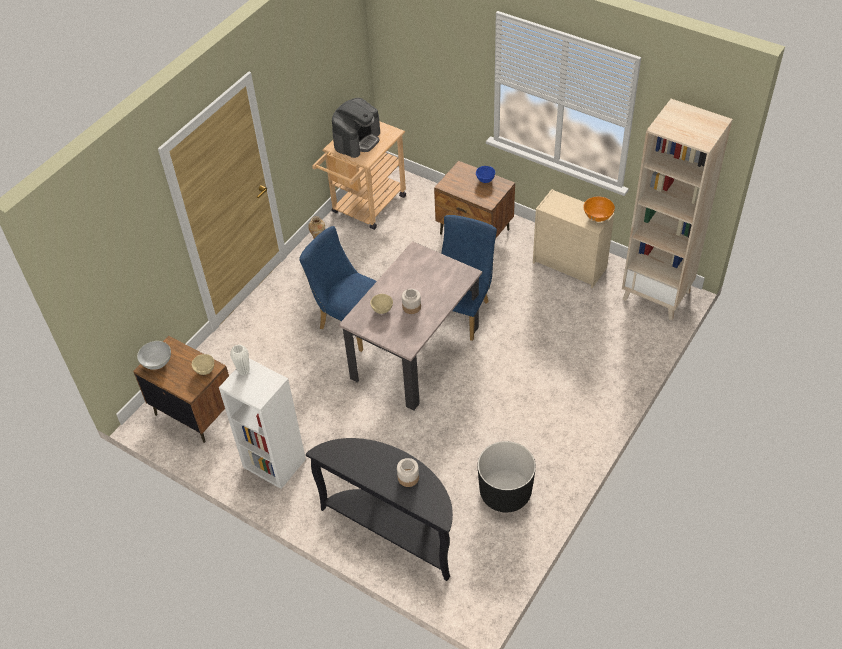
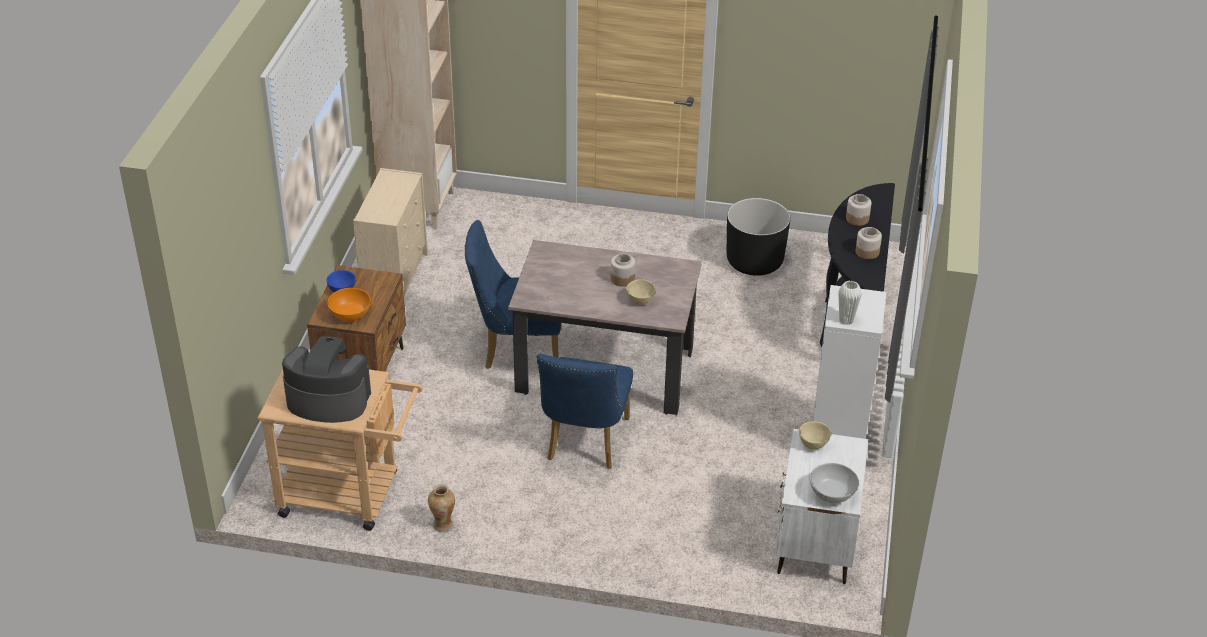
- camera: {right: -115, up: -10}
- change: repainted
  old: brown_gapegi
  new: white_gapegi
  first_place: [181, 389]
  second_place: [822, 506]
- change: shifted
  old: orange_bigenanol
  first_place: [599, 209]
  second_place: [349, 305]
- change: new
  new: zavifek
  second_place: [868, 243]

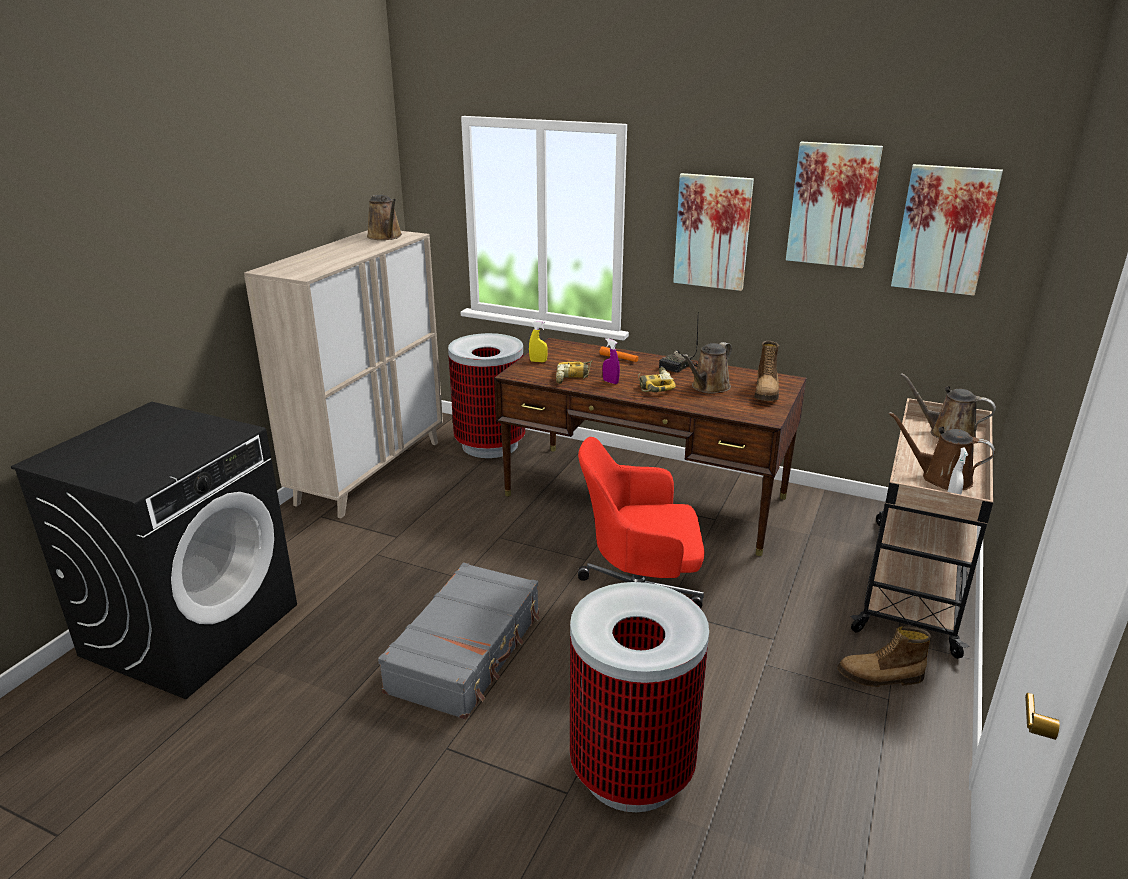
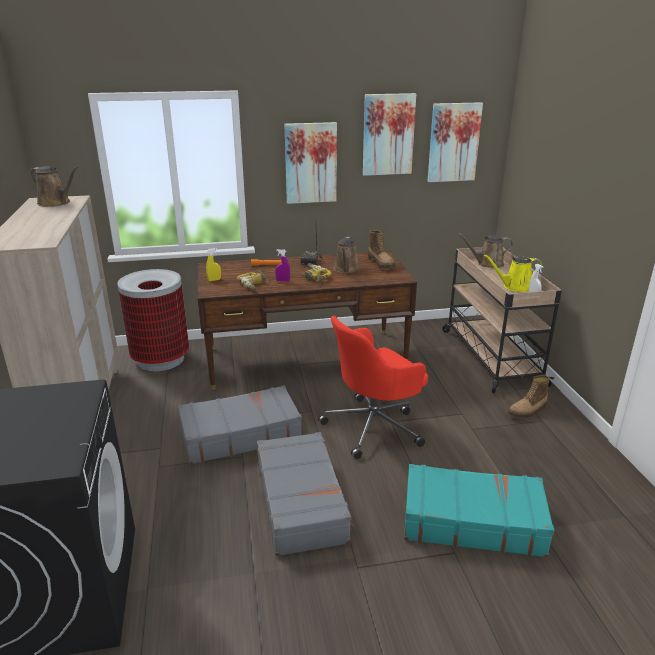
- camera: {right: -35, up: 0}
- change: swapped
  old: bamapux
  new: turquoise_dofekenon
  first_place: [639, 697]
  second_place: [479, 511]
- change: repainted
  old: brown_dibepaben
  new: yellow_dibepaben
  first_place: [942, 451]
  second_place: [513, 273]
- change: new
  new: grey_dofekenon
  second_place: [240, 425]

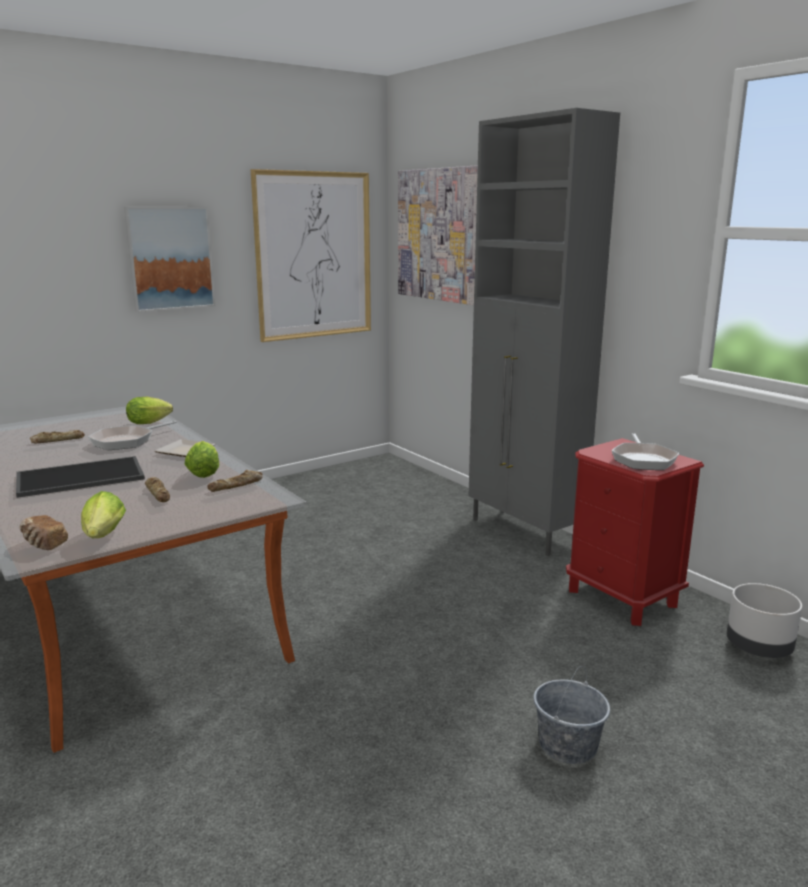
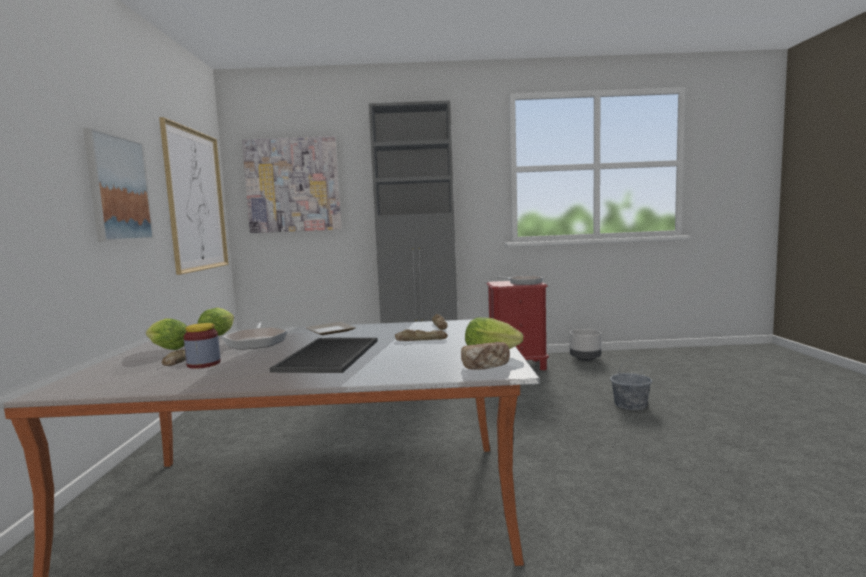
- camera: {right: -55, up: -10}
- change: shifted
  old: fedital
  first_place: [201, 459]
  second_place: [166, 334]
- change: new
  new: zavifek
  second_place: [202, 346]

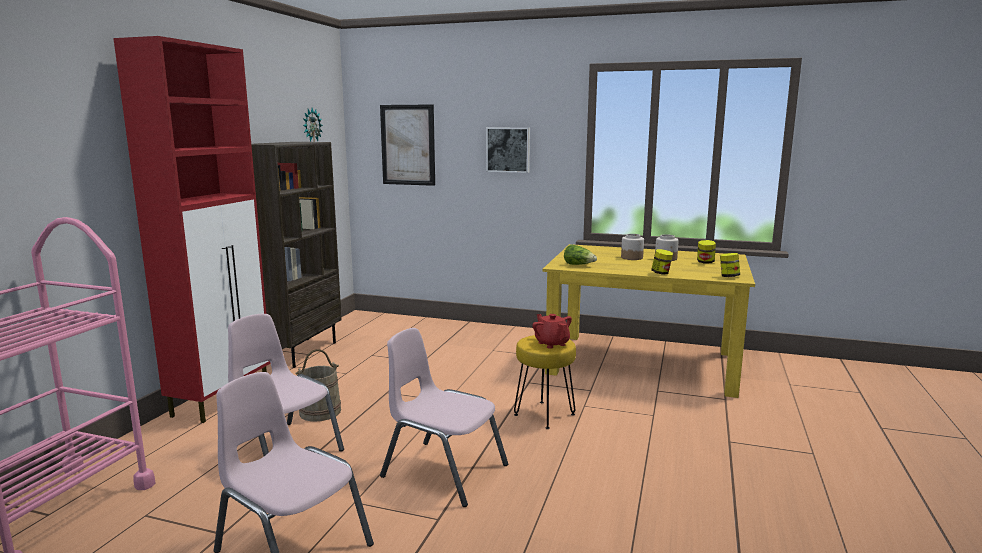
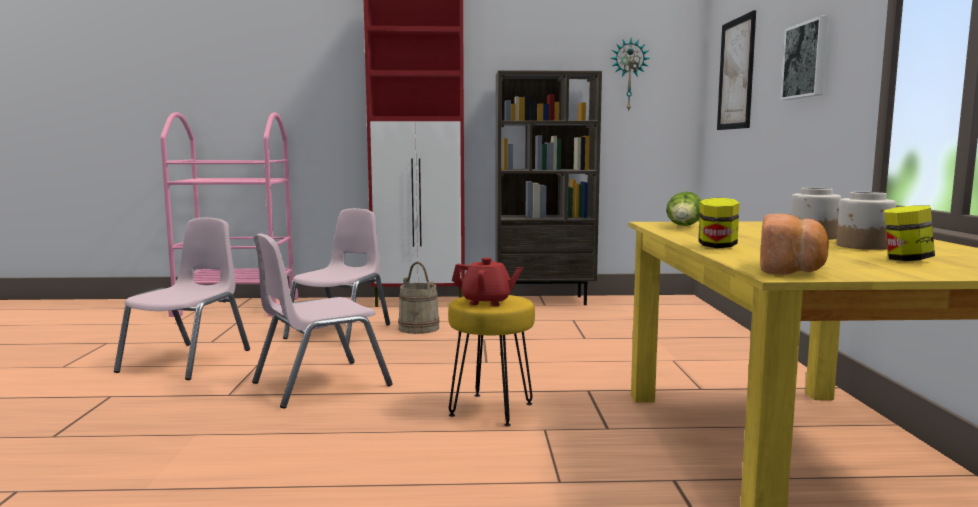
- camera: {right: 70, up: -5}
- change: rotated
  old: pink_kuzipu
  first_place: [444, 417]
  second_place: [322, 320]
  degrees: -135
- change: rotated
  old: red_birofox
  first_place: [552, 331]
  second_place: [487, 281]
  degrees: 60
- change: swapped
  old: zavifek
  new: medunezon
  first_place: [730, 265]
  second_place: [794, 244]

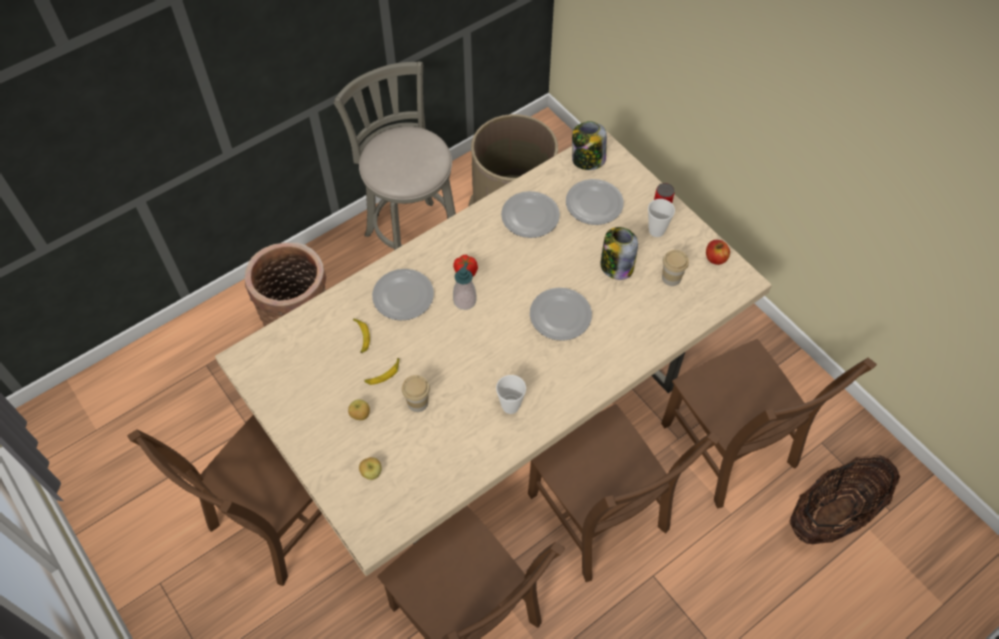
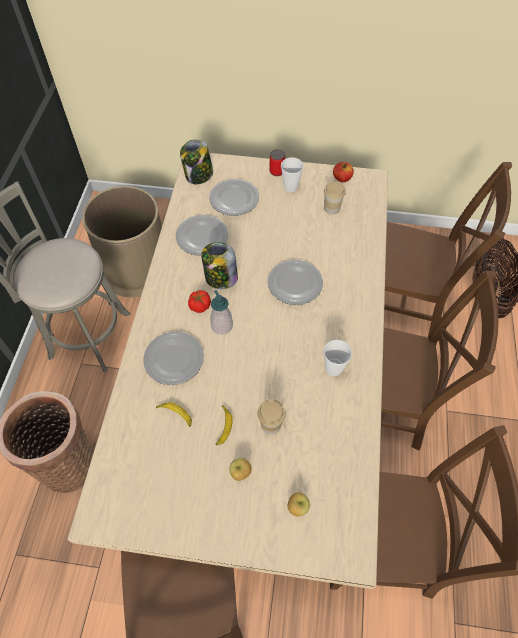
- camera: {right: -45, up: 0}
- change: shifted
  old: zavifek
  first_place: [619, 253]
  second_place: [219, 265]

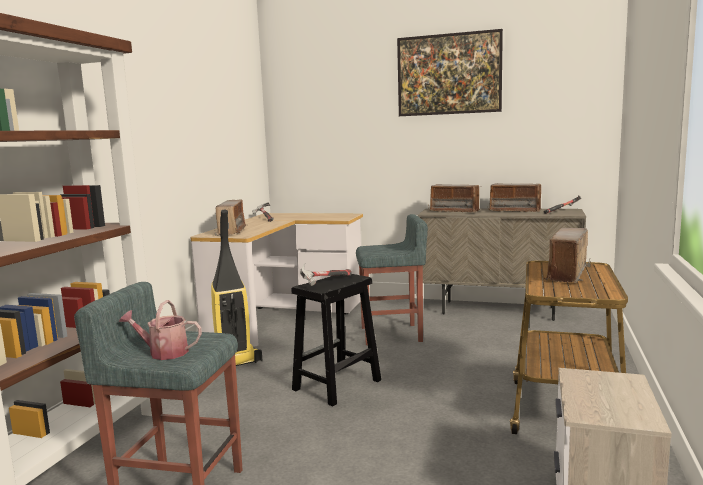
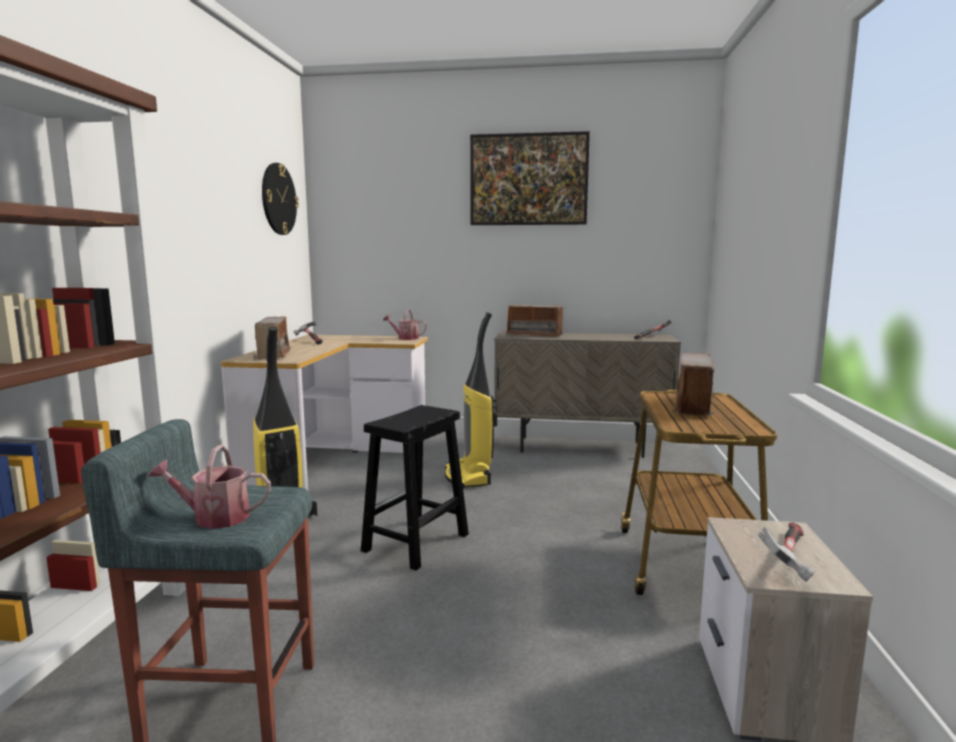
- camera: {right: -10, up: 0}
- change: shifted
  old: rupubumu
  first_place: [326, 275]
  second_place: [786, 552]
- change: swapped
  old: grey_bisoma
  new: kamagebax
  first_place: [392, 279]
  second_place: [471, 400]
- change: gone
  old: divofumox
  first_place: [516, 197]
- change: new
  new: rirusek
  second_place: [280, 199]
- change: new
  new: dibepaben
  second_place: [405, 325]

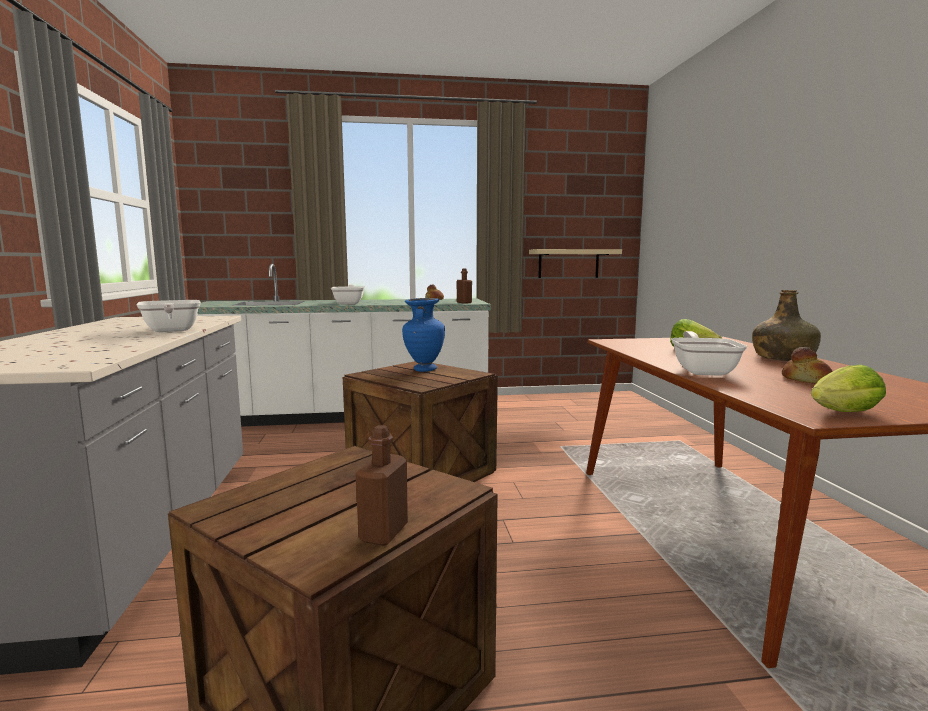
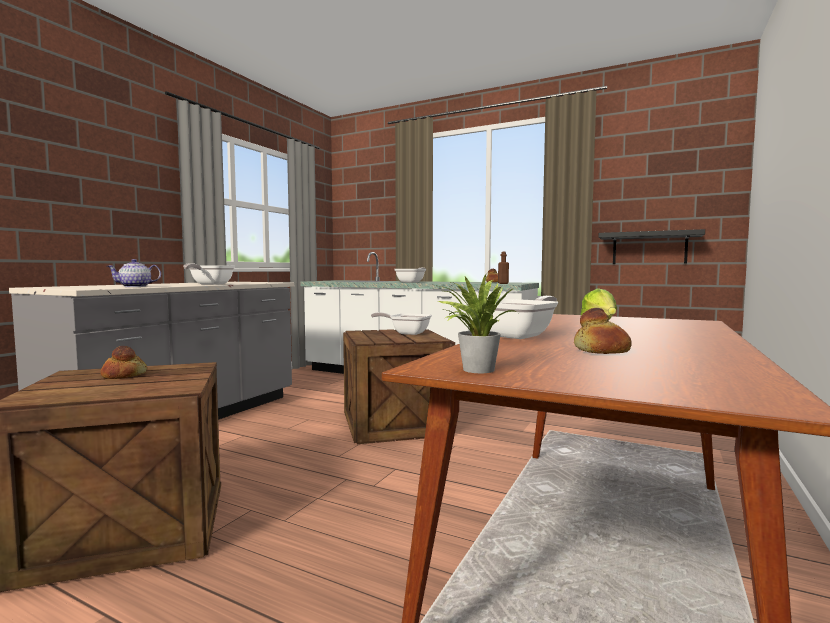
- camera: {right: 35, up: -5}
- change: gone
  old: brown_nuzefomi
  first_place: [382, 485]
- change: swapped
  old: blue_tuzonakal
  new: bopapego
  first_place: [423, 335]
  second_place: [401, 323]
- change: repainted
  old: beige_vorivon
  new: black_vorivon
  first_place: [575, 263]
  second_place: [651, 246]
- change: gone
  old: green_nuzefomi
  first_place: [786, 325]
- change: swapped
  old: fedital
  new: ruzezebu
  first_place: [848, 388]
  second_place: [476, 323]
- change: new
  new: medunezon
  second_place: [123, 362]
- change: new
  new: birofox
  second_place: [134, 273]

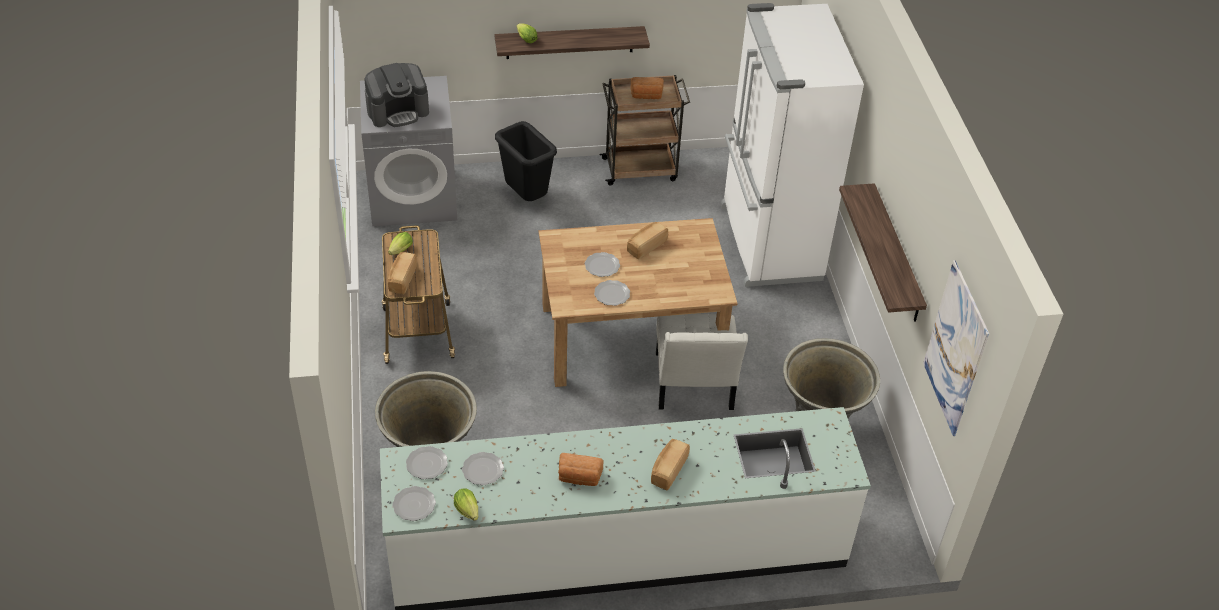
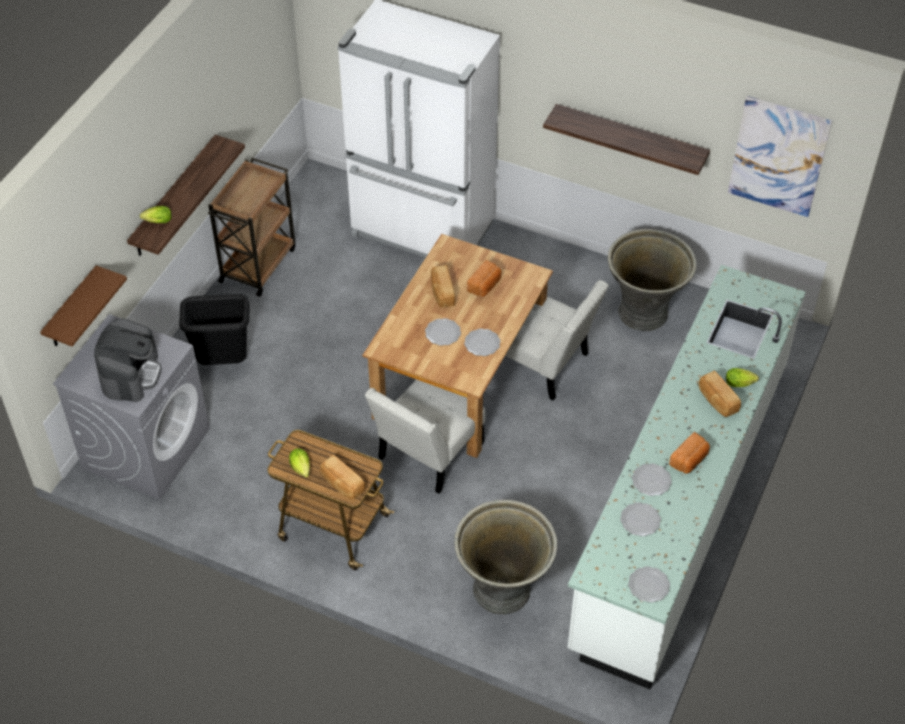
- camera: {right: -55, up: 5}
- change: shifted
  old: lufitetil
  first_place: [427, 462]
  second_place: [652, 479]
- change: shifted
  old: fedital
  first_place: [466, 504]
  second_place: [742, 377]
- change: shifted
  old: medunezon
  first_place: [647, 88]
  second_place: [484, 278]
- change: new
  new: brown_vorivon
  second_place: [83, 305]
- change: new
  new: white_kuzipu
  second_place: [425, 436]

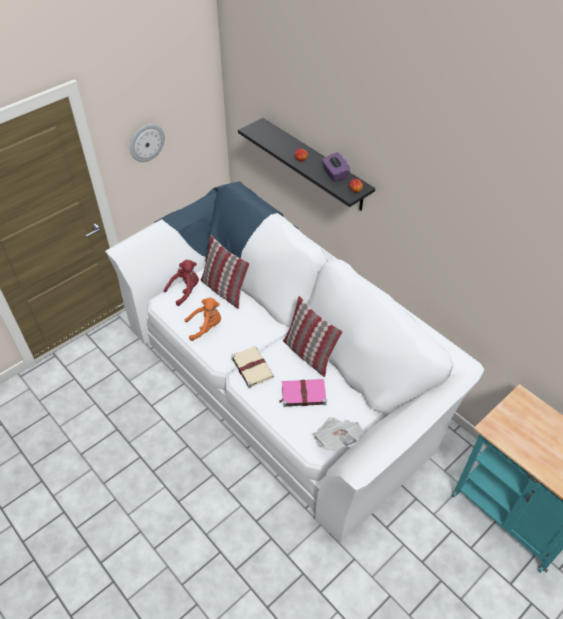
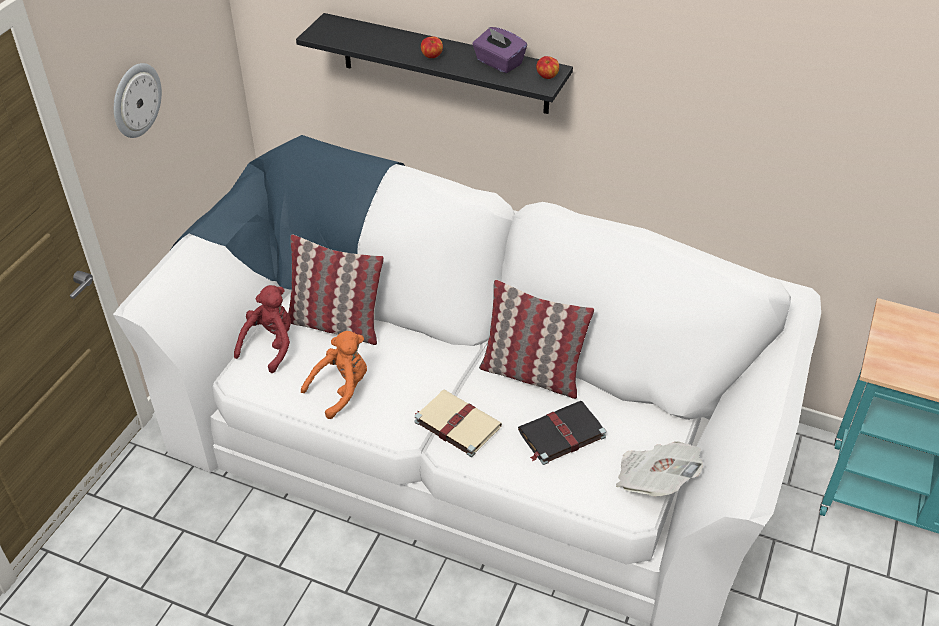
- camera: {right: -25, up: -5}
- change: repainted
  old: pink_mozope
  new: black_mozope
  first_place: [303, 393]
  second_place: [562, 433]

